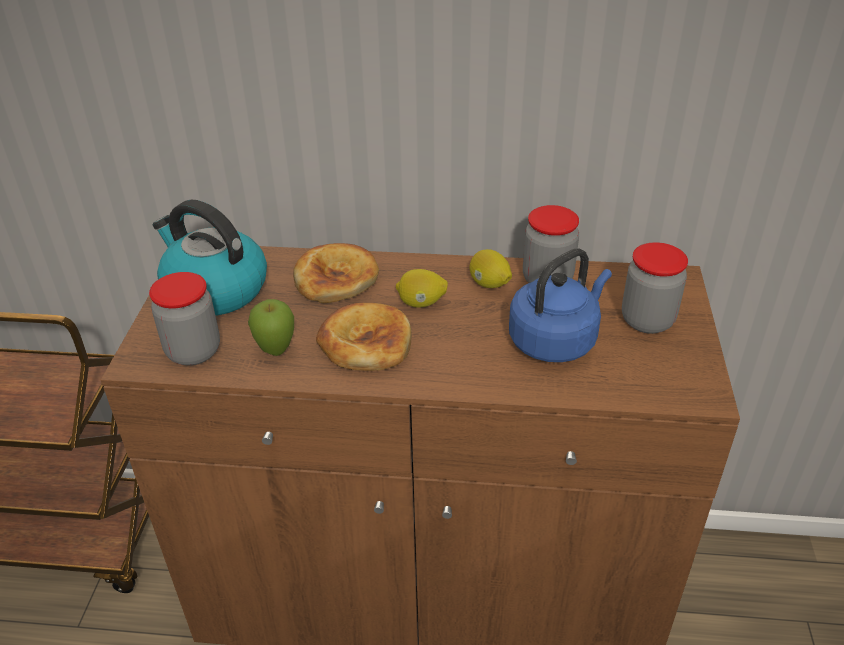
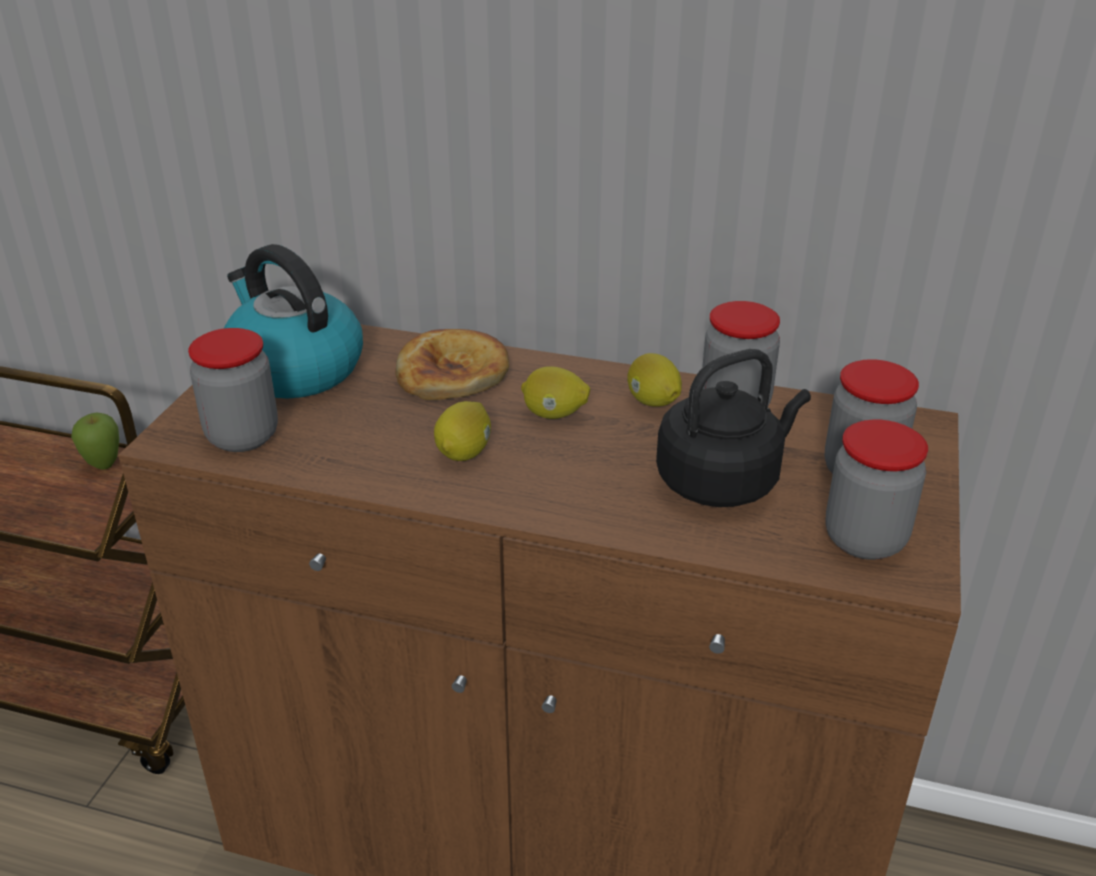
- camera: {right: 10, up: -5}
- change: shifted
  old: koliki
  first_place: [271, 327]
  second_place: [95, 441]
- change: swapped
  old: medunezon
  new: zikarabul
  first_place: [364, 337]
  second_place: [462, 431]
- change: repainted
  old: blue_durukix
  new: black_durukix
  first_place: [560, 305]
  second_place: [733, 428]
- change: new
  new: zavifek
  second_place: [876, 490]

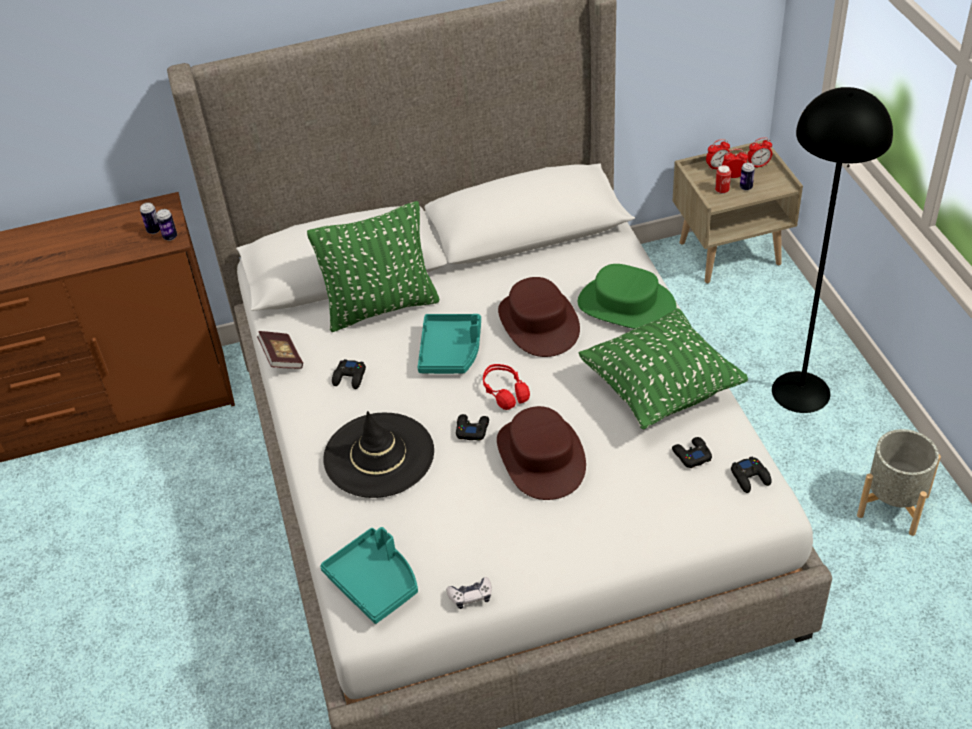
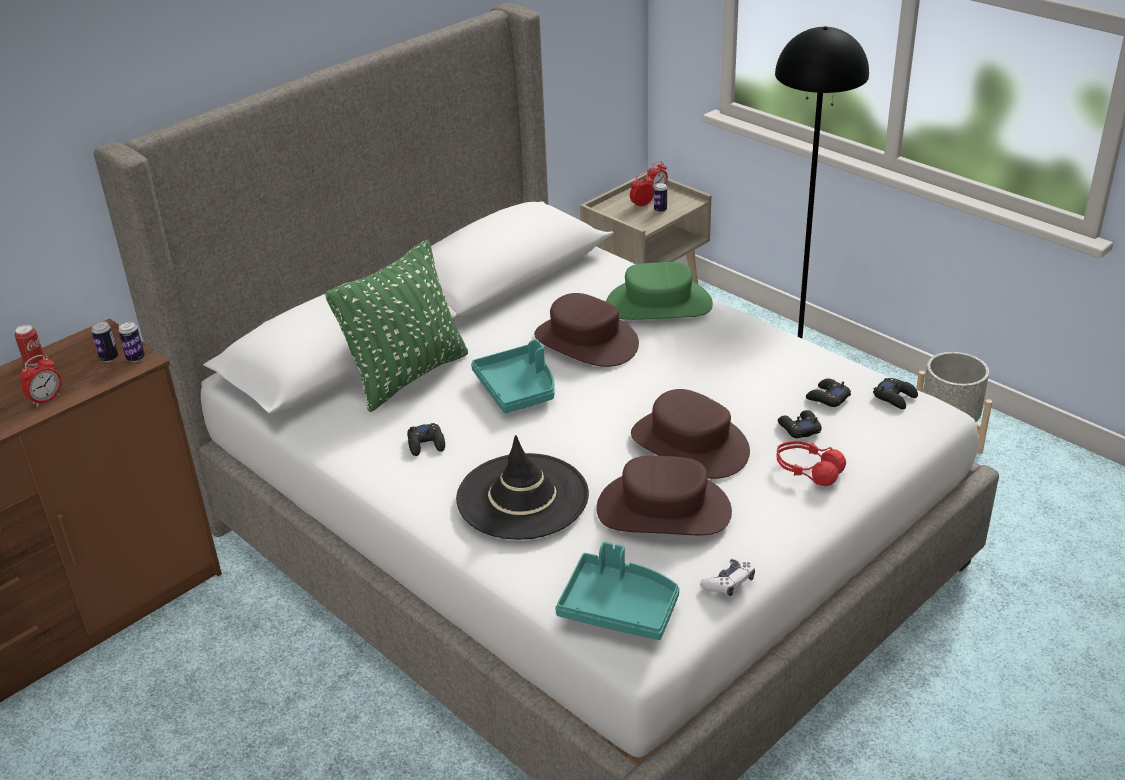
- camera: {right: -30, up: -10}
- change: gone
  old: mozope
  first_place: [280, 350]
- change: shifted
  old: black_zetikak
  first_place: [472, 427]
  second_place: [800, 424]
- change: shifted
  old: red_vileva
  first_place: [506, 387]
  second_place: [811, 463]
- change: gone
  old: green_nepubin
  first_place: [663, 369]
- change: shifted
  old: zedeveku
  first_place: [718, 155]
  second_place: [40, 381]
- change: shifted
  old: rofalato
  first_place: [723, 179]
  second_place: [29, 345]
- change: new
  new: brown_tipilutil
  second_place: [664, 495]

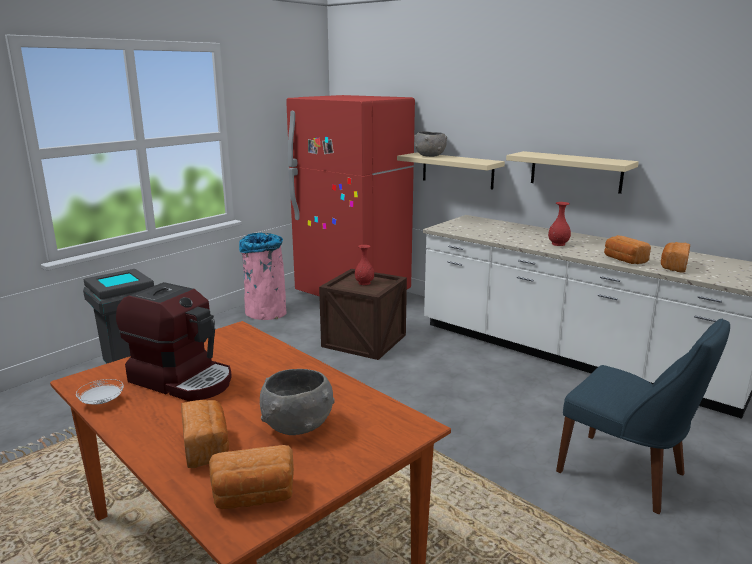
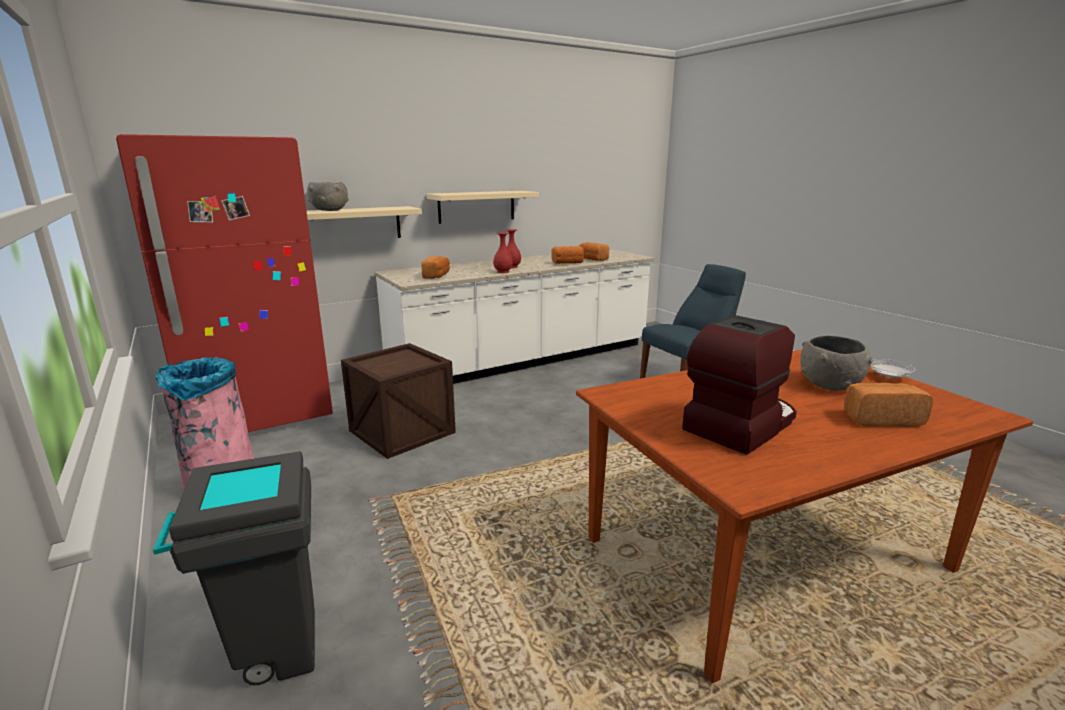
- camera: {right: -70, up: 0}
- change: shifted
  old: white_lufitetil
  first_place: [100, 392]
  second_place: [892, 368]
- change: shifted
  old: medunezon
  first_place: [251, 477]
  second_place: [435, 267]
- change: shifted
  old: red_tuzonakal
  first_place: [364, 265]
  second_place: [503, 252]

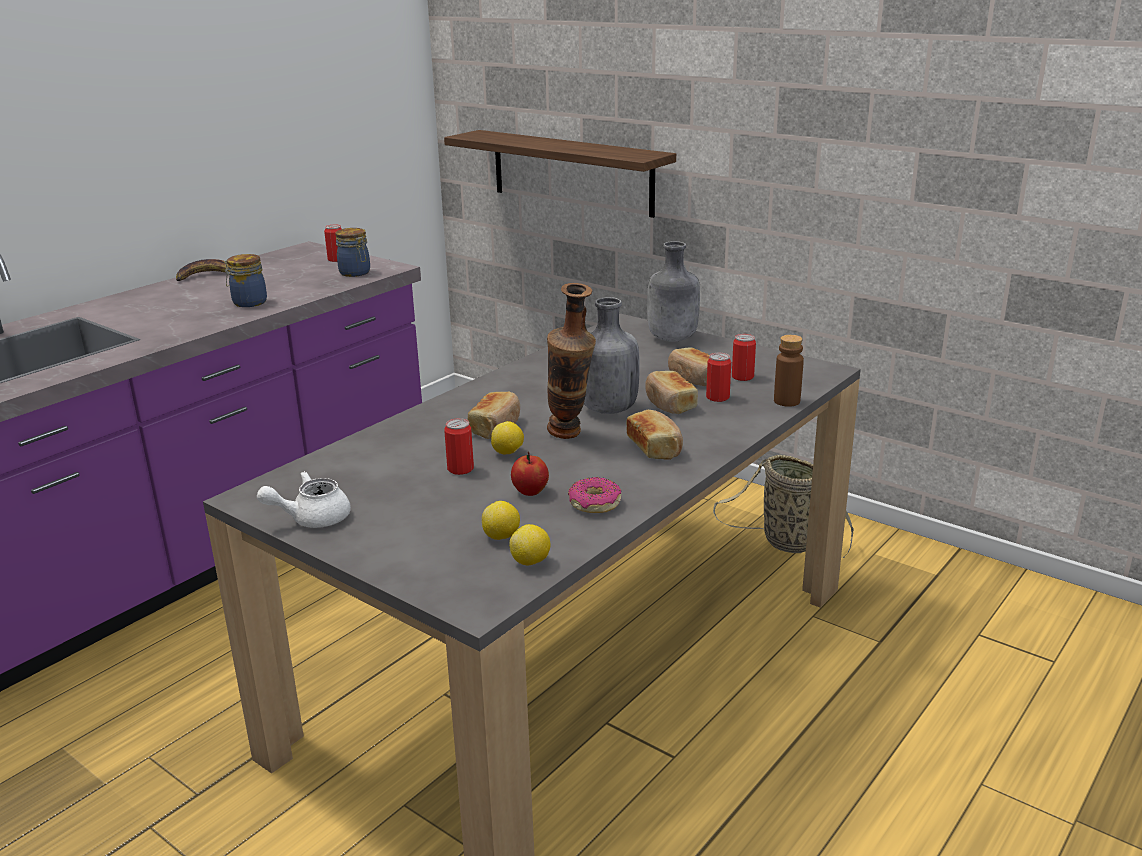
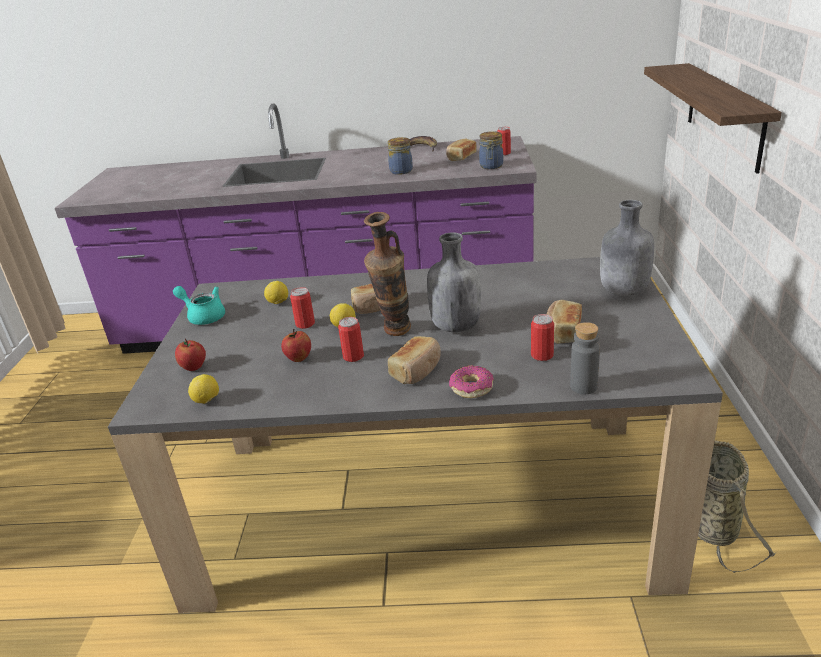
- camera: {right: 55, up: 5}
- change: repainted
  old: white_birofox
  new: turquoise_birofox
  first_place: [303, 499]
  second_place: [199, 305]
- change: shifted
  old: zikarabul
  first_place: [501, 520]
  second_place: [276, 292]
- change: shifted
  old: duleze
  first_place: [594, 495]
  second_place: [471, 381]
- change: shifted
  old: medunezon
  first_place: [671, 392]
  second_place: [461, 150]
- change: shifted
  old: rofalato
  first_place: [744, 357]
  second_place: [351, 339]
- change: repainted
  old: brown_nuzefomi
  new: grey_nuzefomi
  first_place: [789, 371]
  second_place: [585, 358]
- change: new
  new: koliki
  second_place: [190, 354]

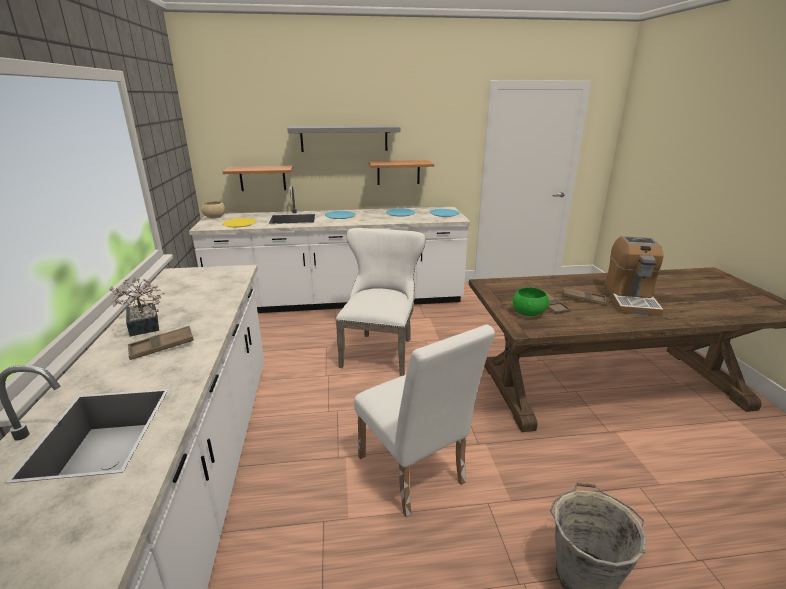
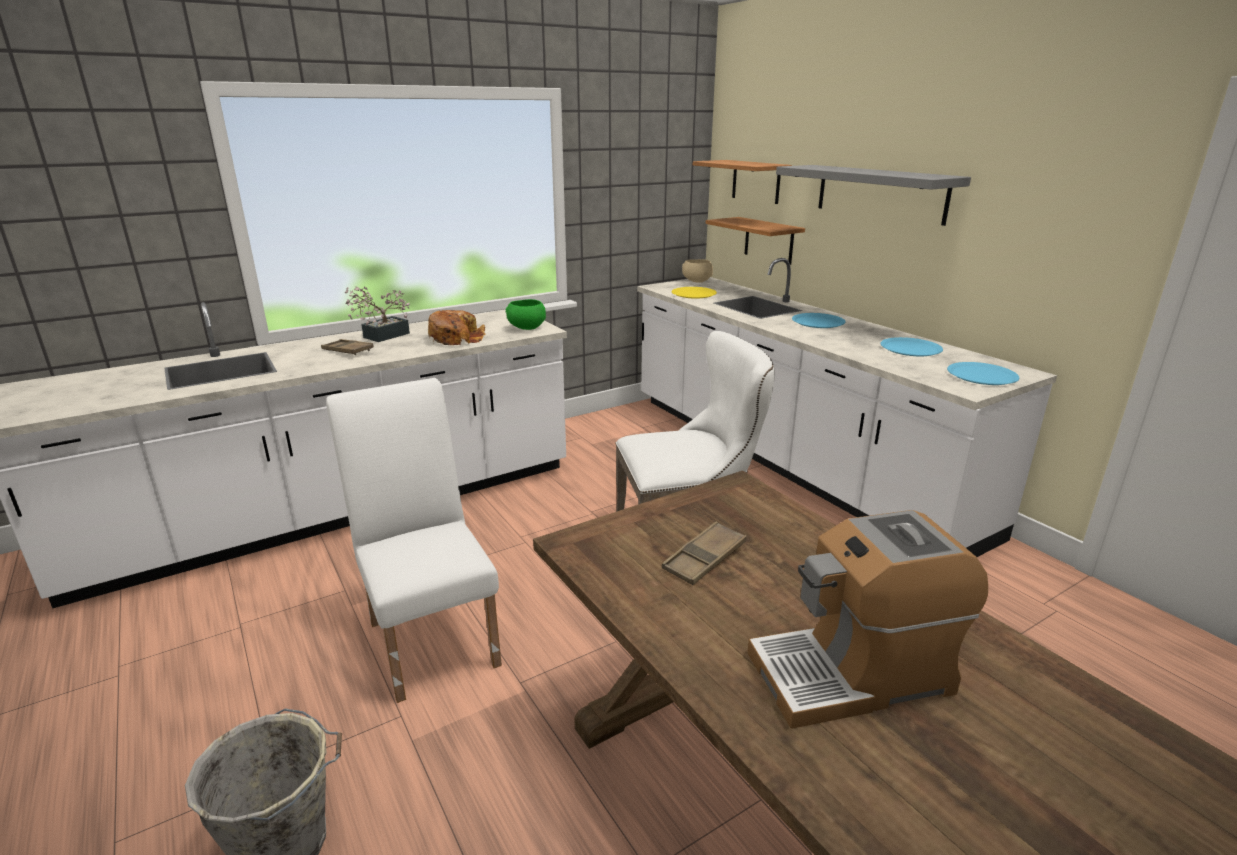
- camera: {right: 65, up: 0}
- change: rotated
  old: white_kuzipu
  first_place: [424, 420]
  second_place: [414, 540]
  degrees: 120
- change: shifted
  old: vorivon
  first_place: [401, 172]
  second_place: [742, 182]
- change: shifted
  old: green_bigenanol
  first_place: [531, 301]
  second_place: [526, 314]
- change: gone
  old: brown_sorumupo
  first_place: [585, 296]
- change: new
  new: medunezon
  second_place: [456, 327]

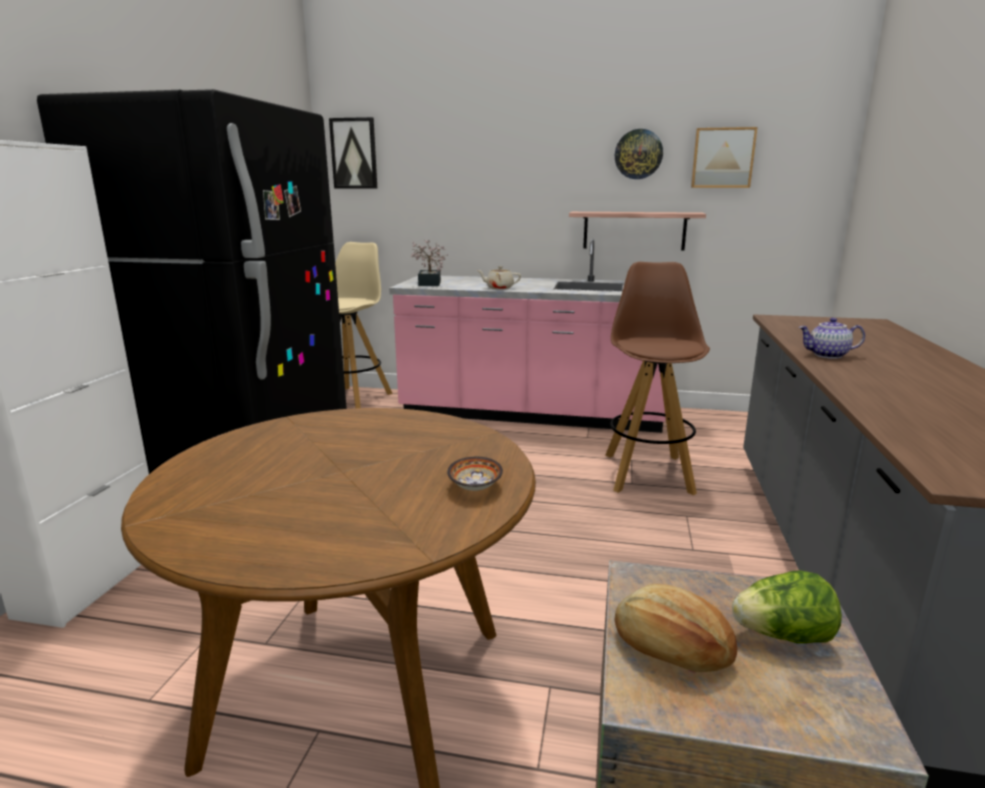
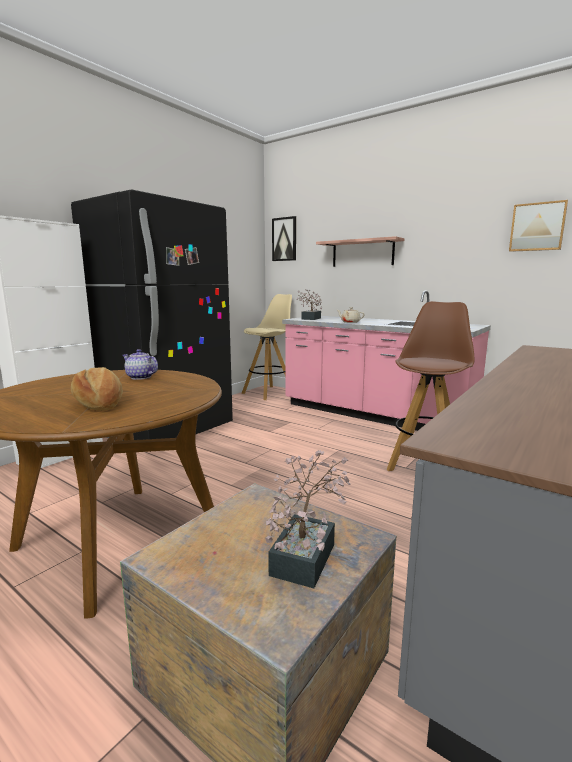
- camera: {right: 25, up: -5}
- change: gone
  old: bigenanol
  first_place: [475, 474]
- change: shifted
  old: vorivon
  first_place: [637, 231]
  second_place: [360, 251]
- change: gone
  old: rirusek
  first_place: [639, 154]
- change: shifted
  old: medunezon
  first_place: [676, 628]
  second_place: [97, 388]
- change: swapped
  old: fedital
  new: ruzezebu
  first_place: [787, 607]
  second_place: [307, 519]
- change: shifted
  old: birofox
  first_place: [832, 338]
  second_place: [140, 364]

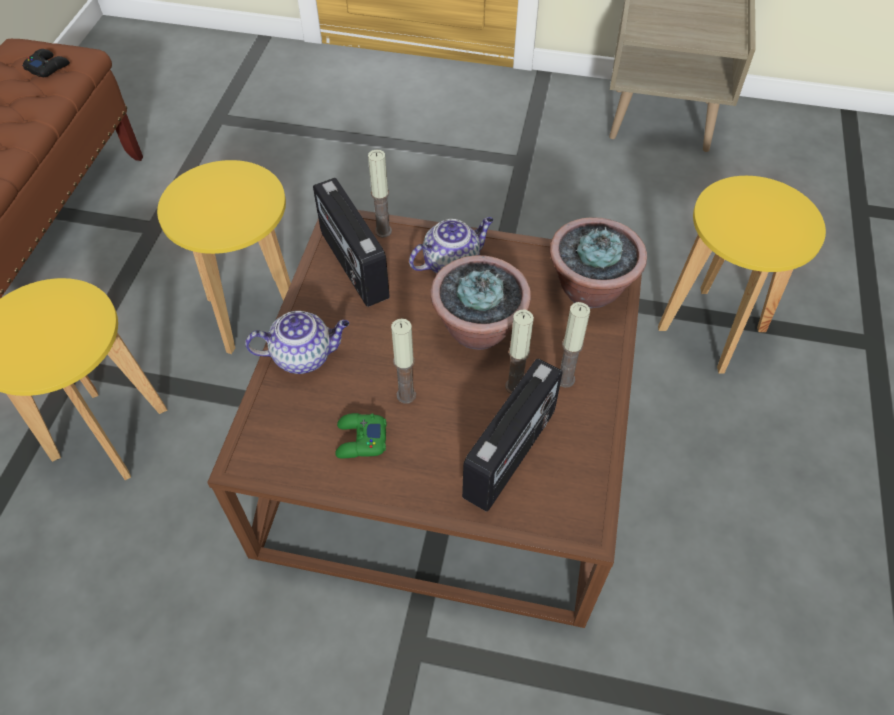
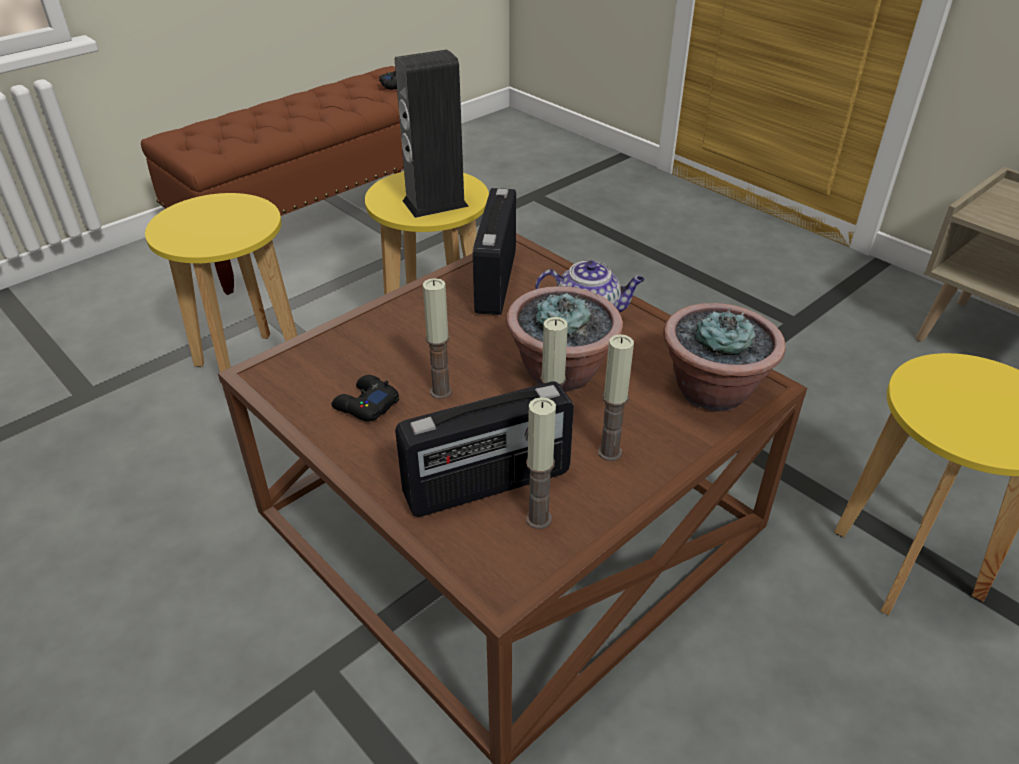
- camera: {right: 35, up: -15}
- change: gone
  old: birofox
  first_place: [297, 342]
- change: repainted
  old: green_zetikak
  new: black_zetikak
  first_place: [360, 435]
  second_place: [365, 398]
- change: shifted
  old: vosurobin
  first_place: [380, 194]
  second_place: [541, 463]
- change: new
  new: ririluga
  second_place: [432, 133]

